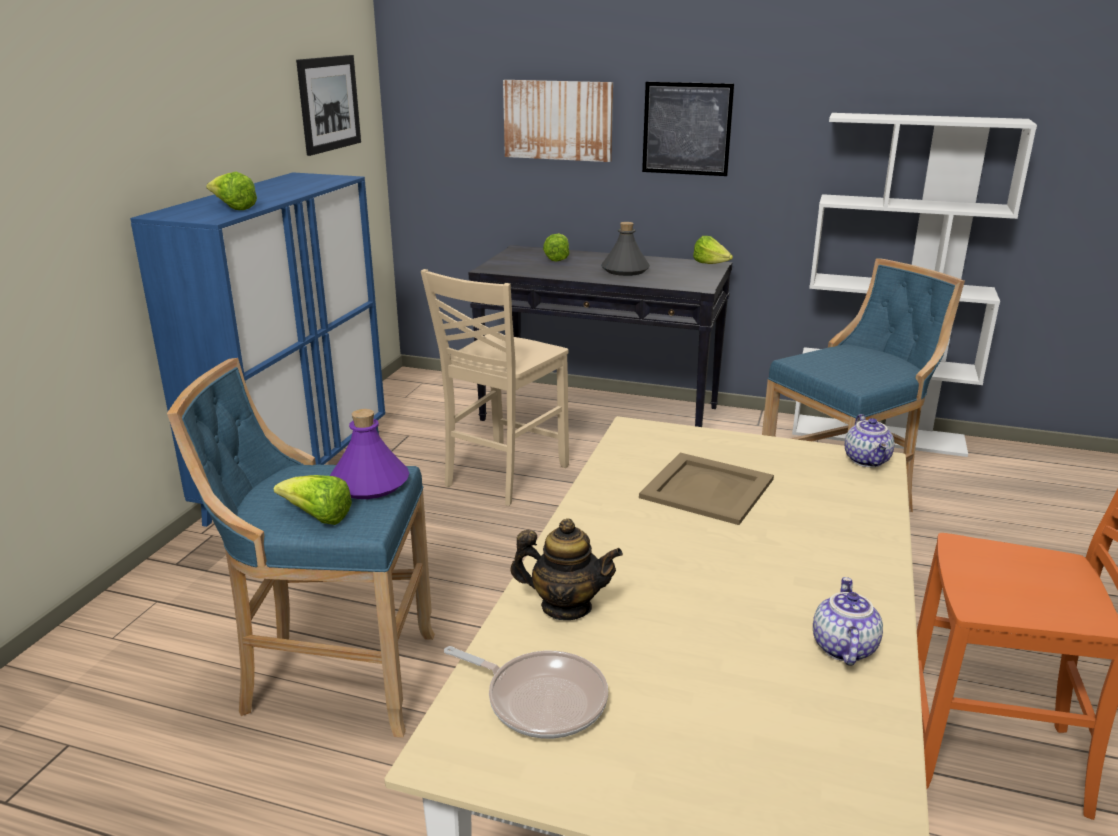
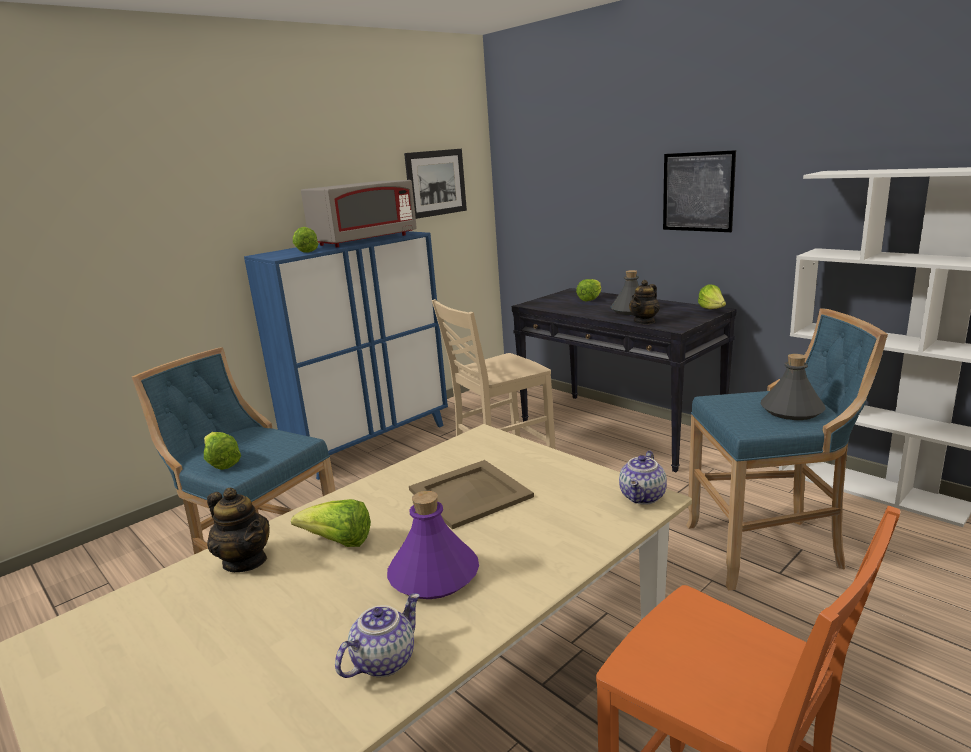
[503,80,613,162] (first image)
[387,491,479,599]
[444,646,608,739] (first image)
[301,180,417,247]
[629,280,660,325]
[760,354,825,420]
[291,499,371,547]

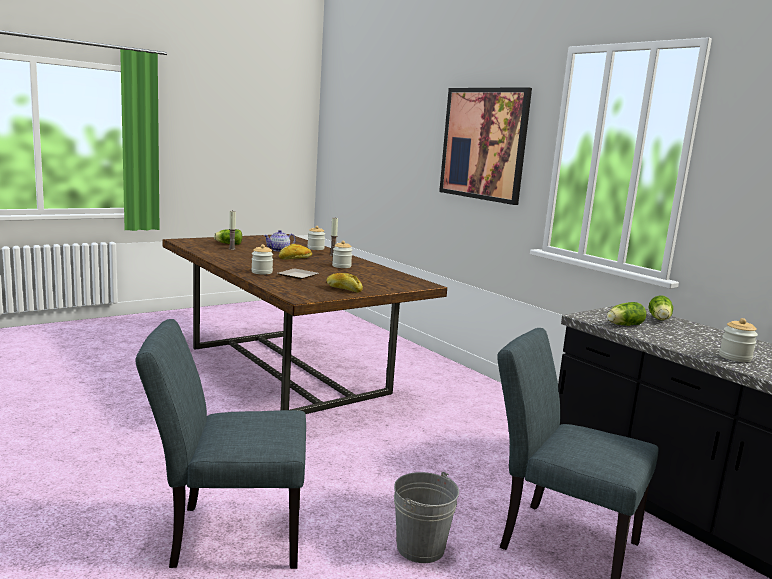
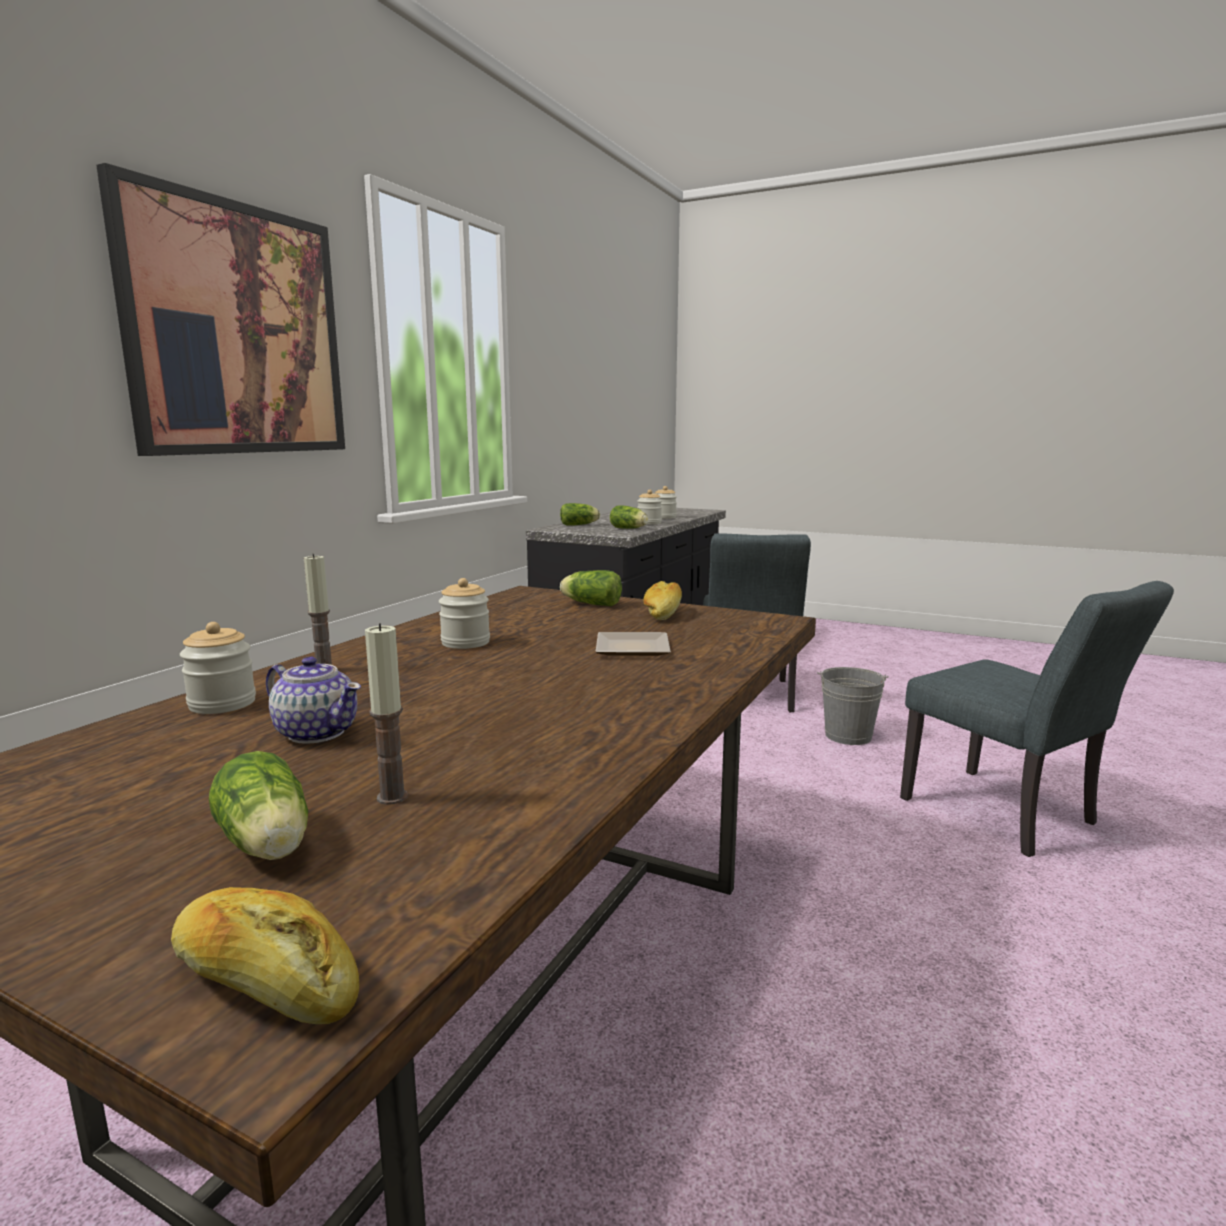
[637,490,662,525]
[171,887,359,1024]
[560,570,622,606]

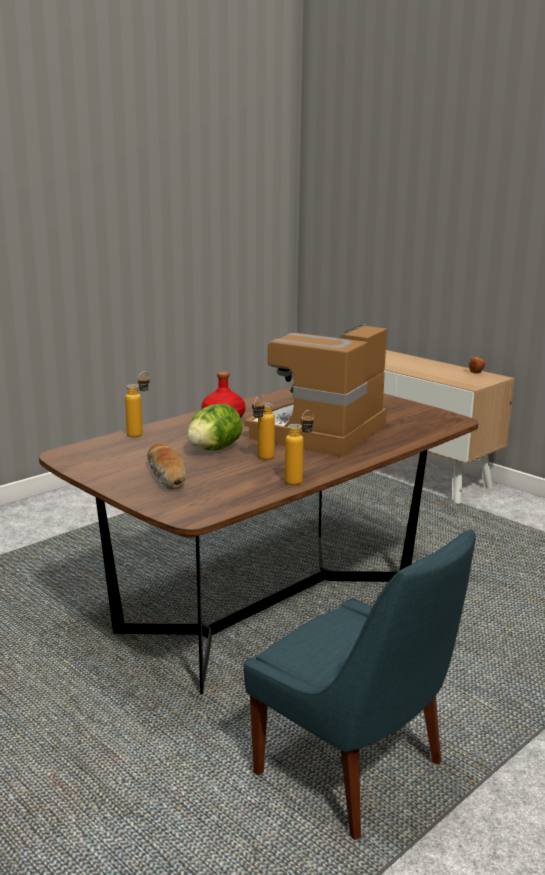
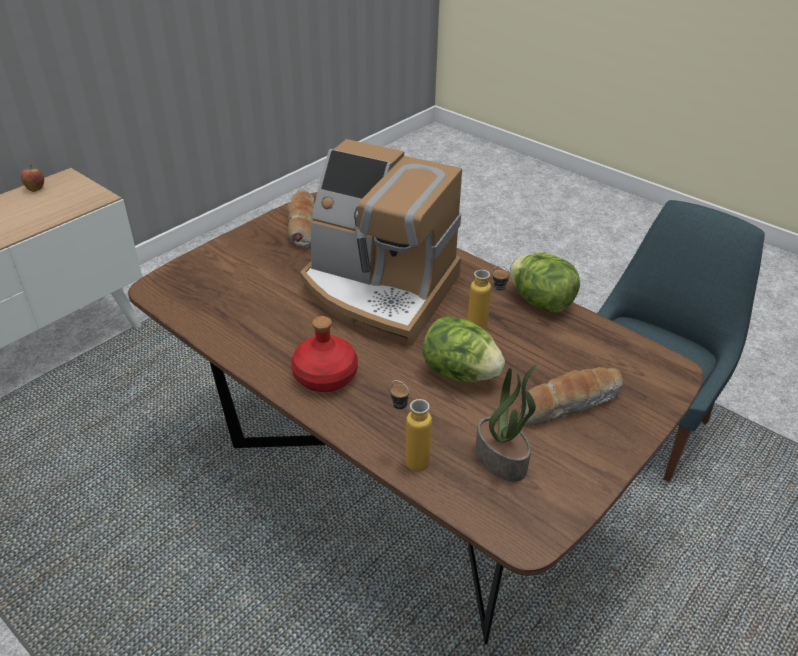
[510,252,580,313]
[287,191,315,249]
[475,365,537,482]

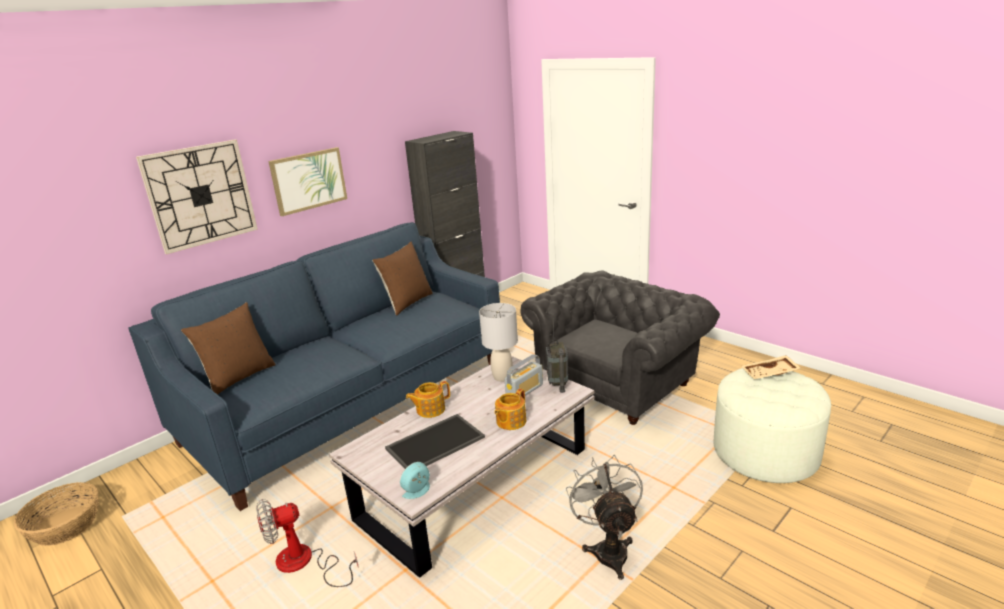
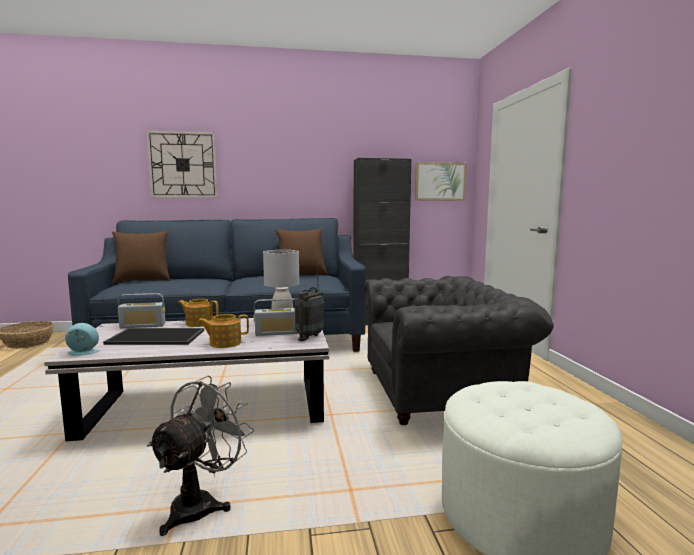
[415,162,467,200]
[741,355,801,379] (first image)
[256,499,359,587] (first image)
[118,293,165,328]

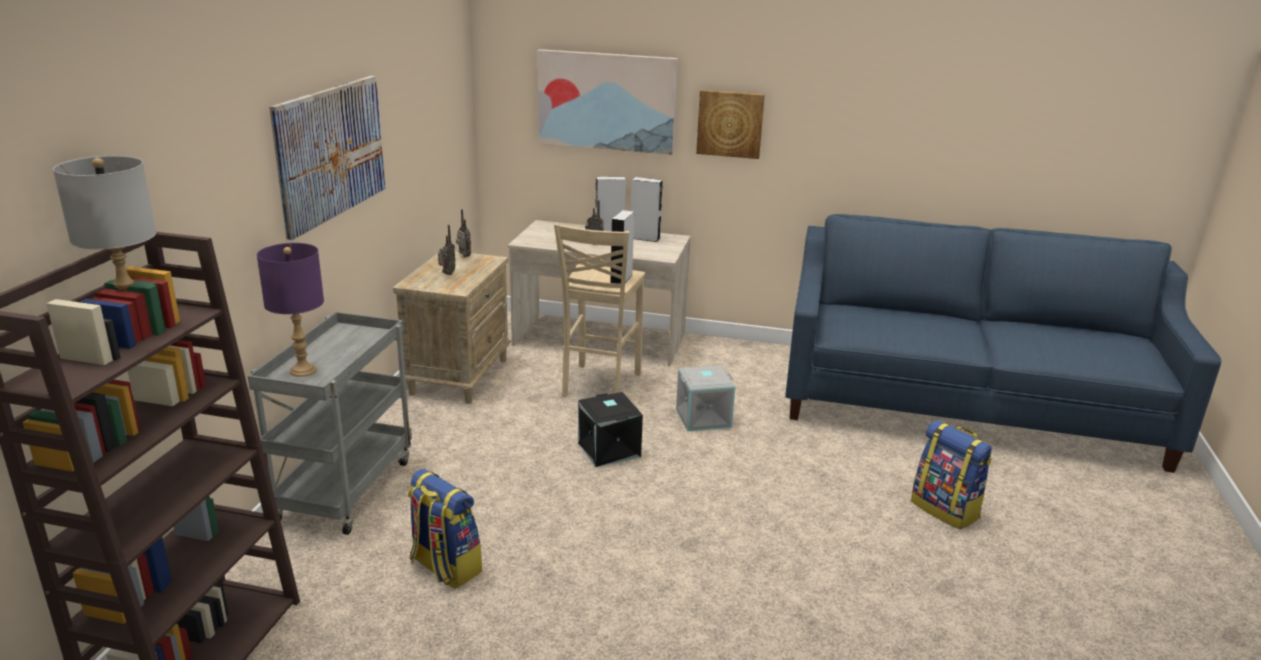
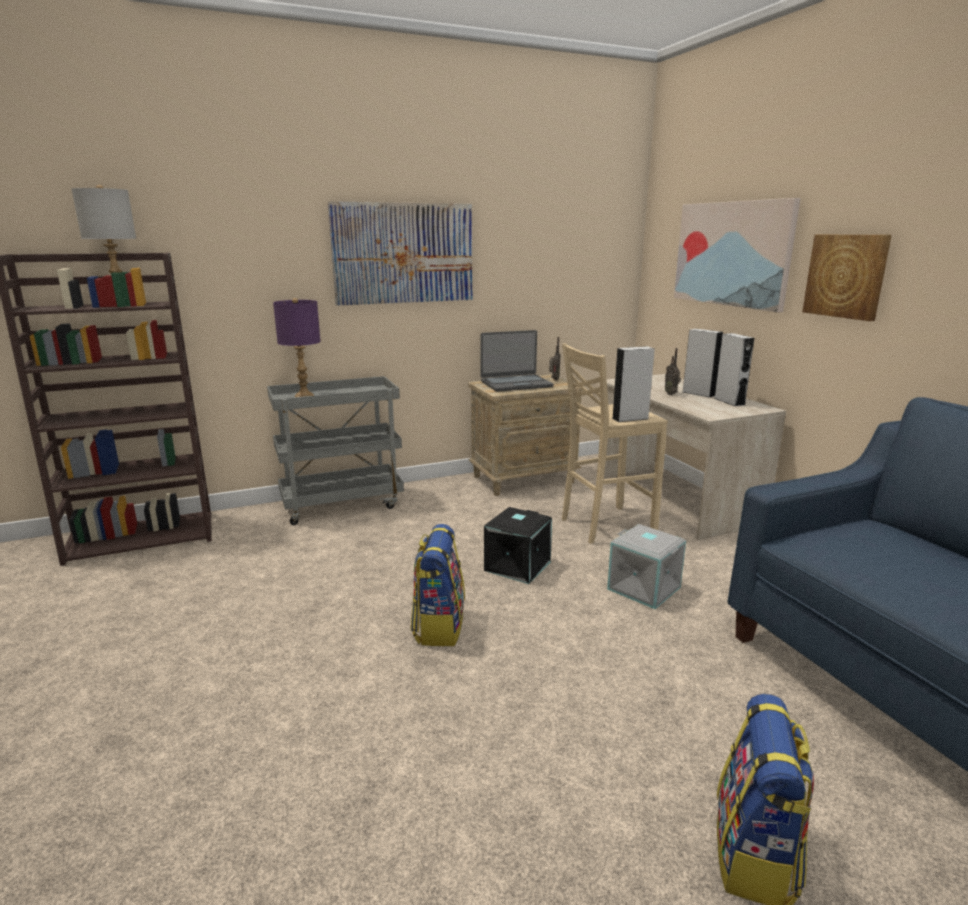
[481,330,554,392]
[411,524,465,646]

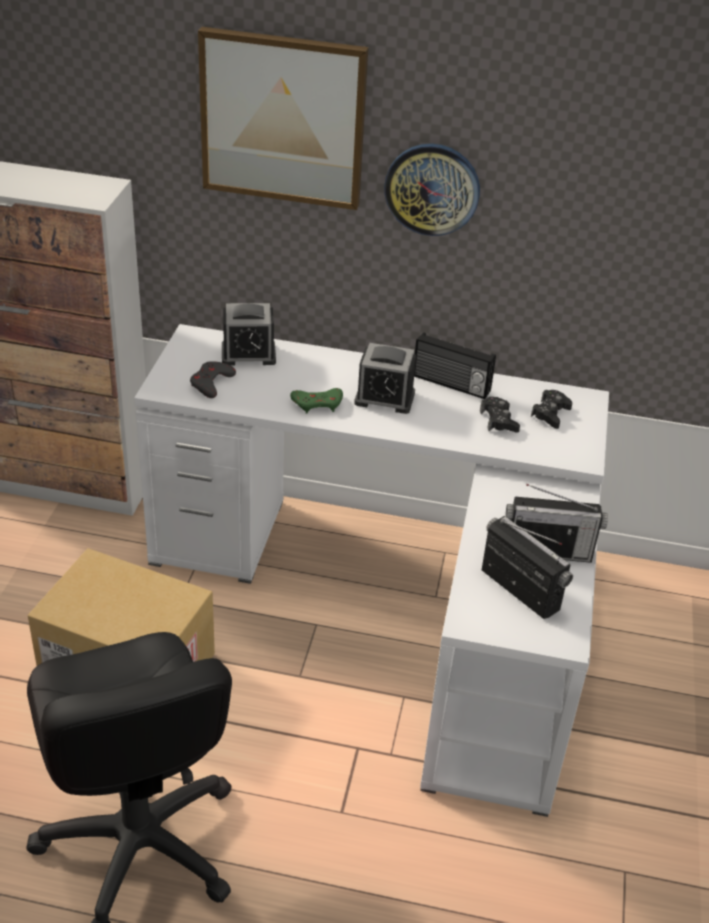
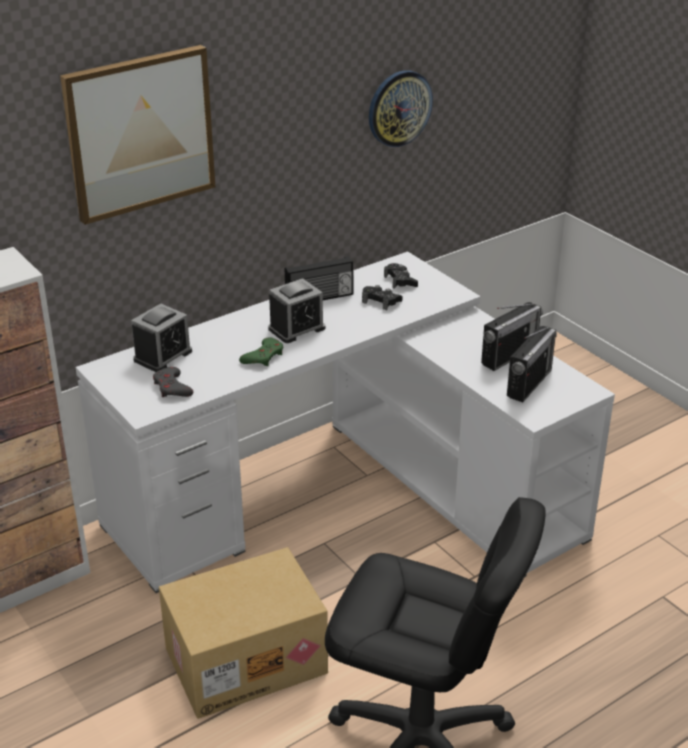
[369,70,433,147]
[507,326,557,402]

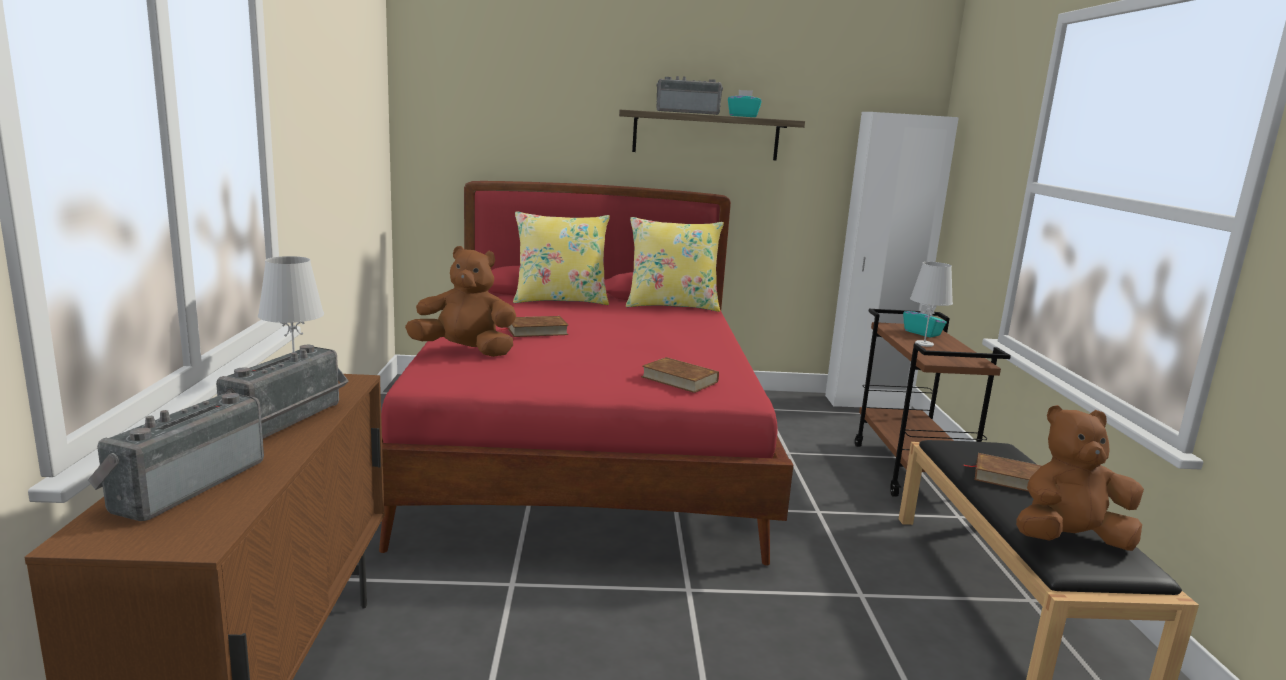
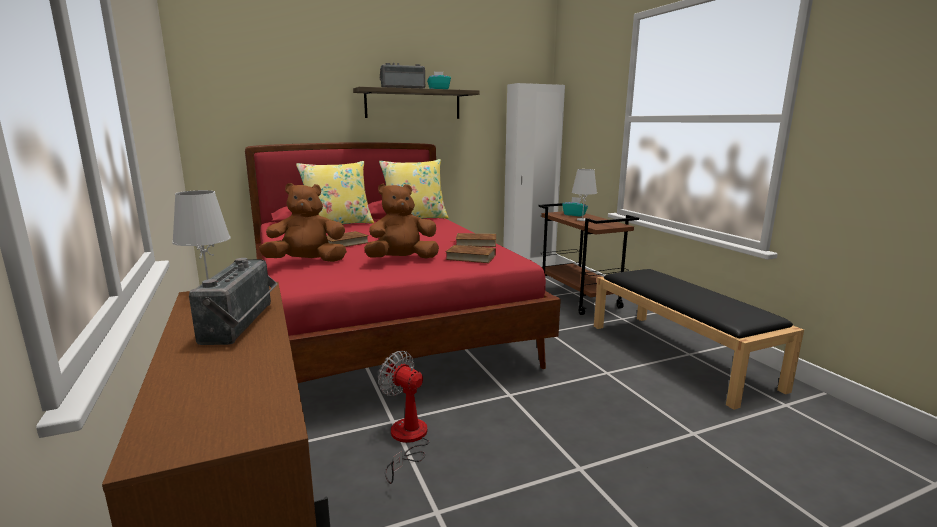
[88,392,264,521] (first image)
[364,184,439,259]
[450,233,496,247]
[378,351,429,484]

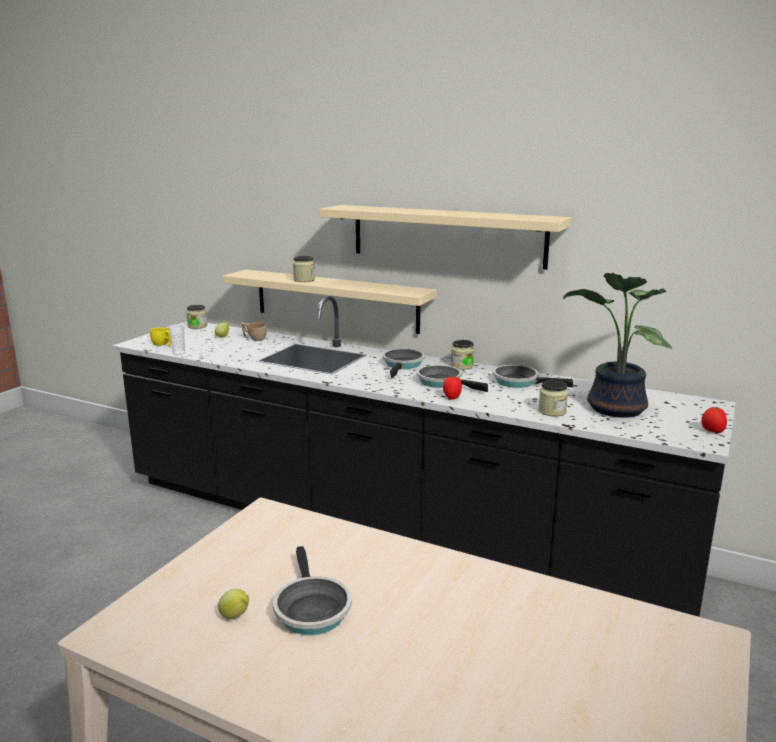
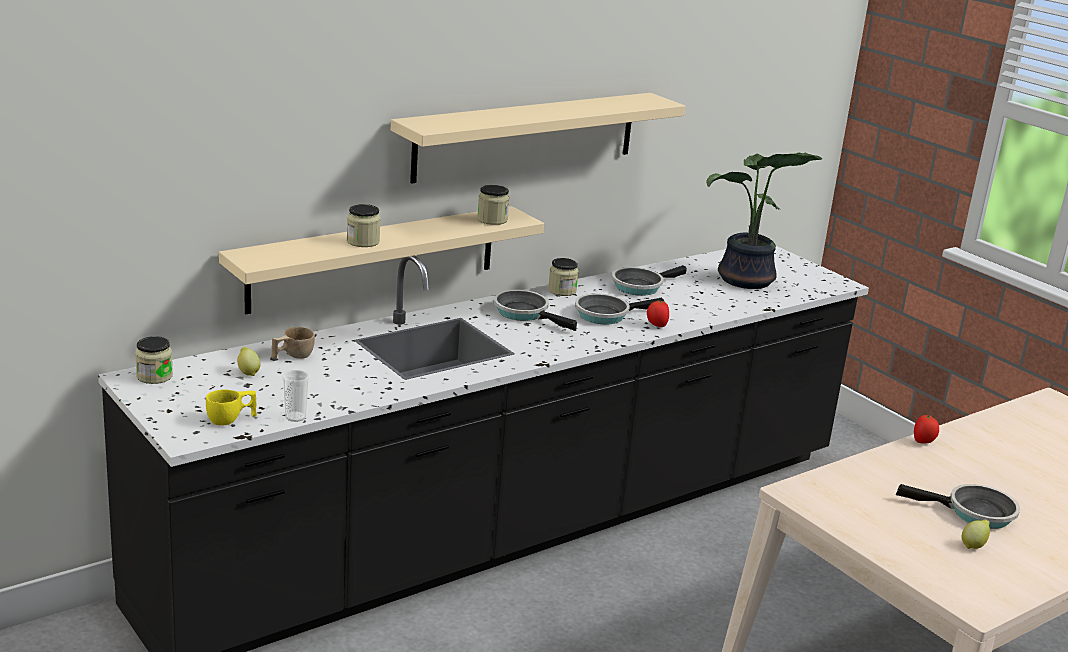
[477,185,510,225]
[914,415,939,443]

